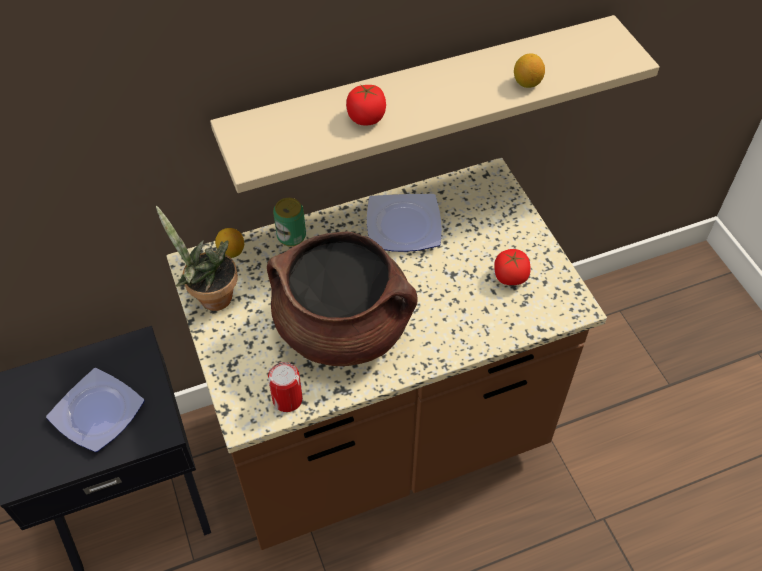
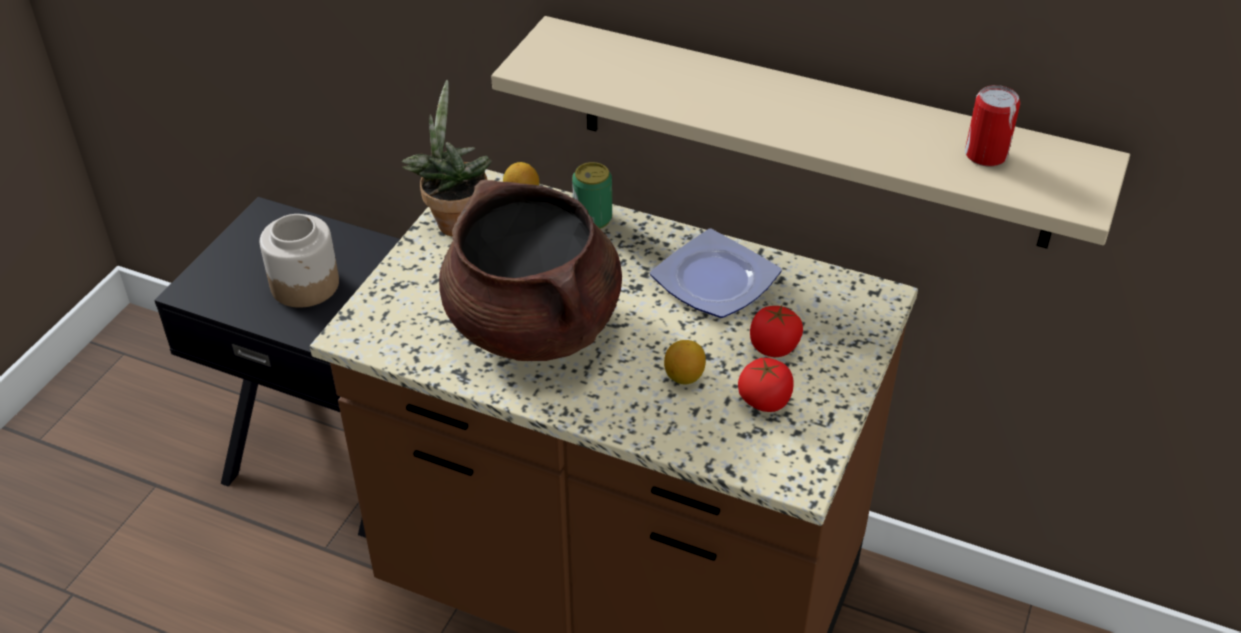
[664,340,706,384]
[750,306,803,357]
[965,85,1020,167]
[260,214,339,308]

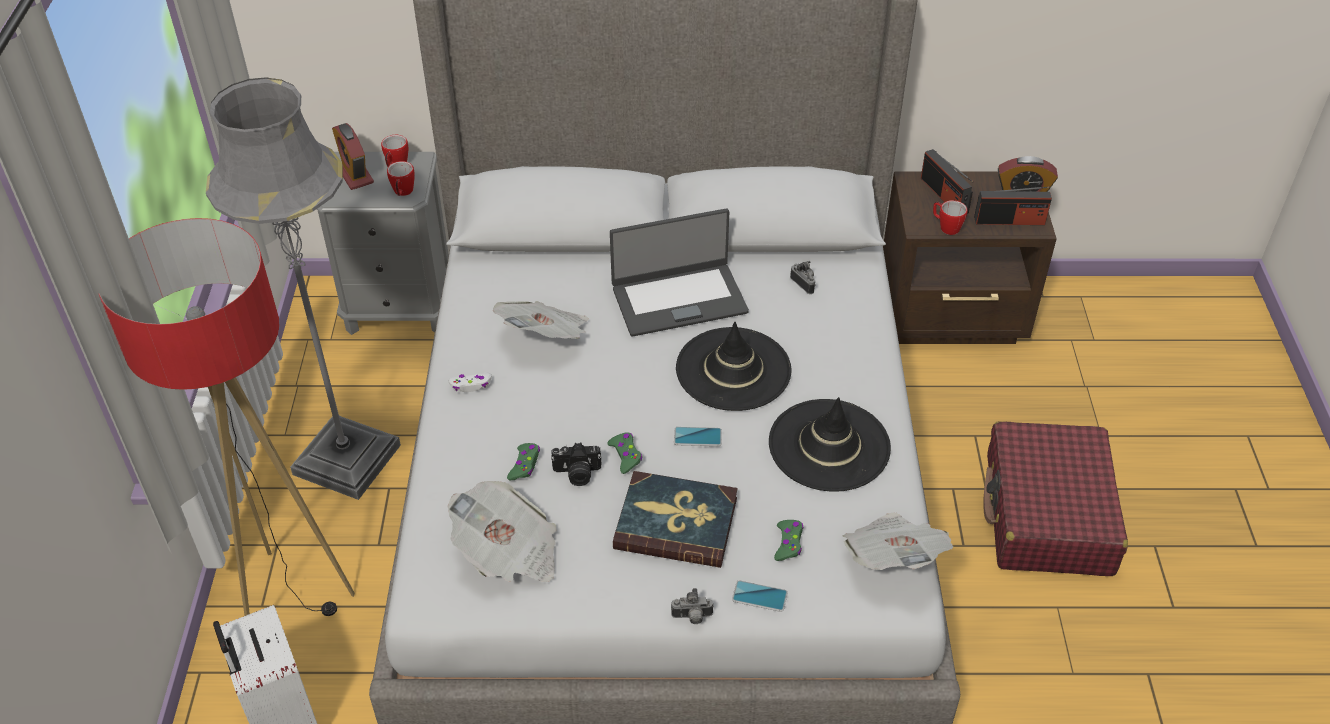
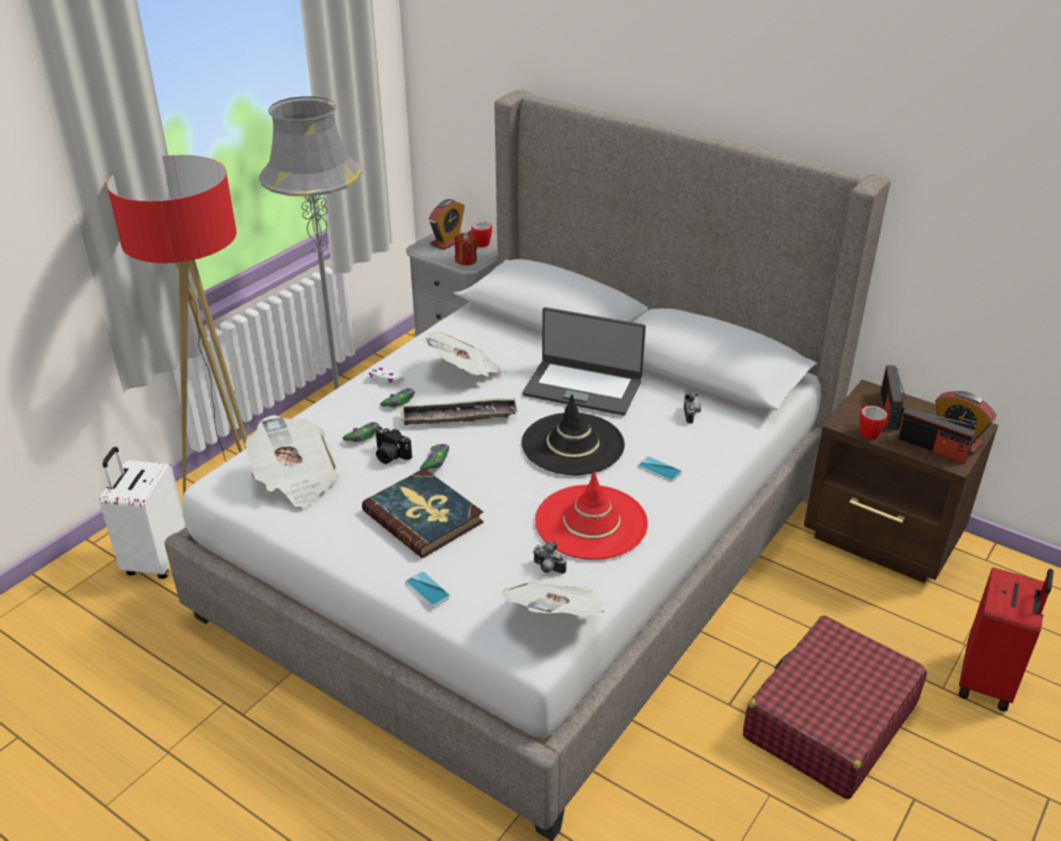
[429,199,465,250]
[455,232,478,265]
[535,471,648,560]
[638,456,682,482]
[380,388,415,407]
[533,542,566,574]
[401,397,518,425]
[958,567,1054,712]

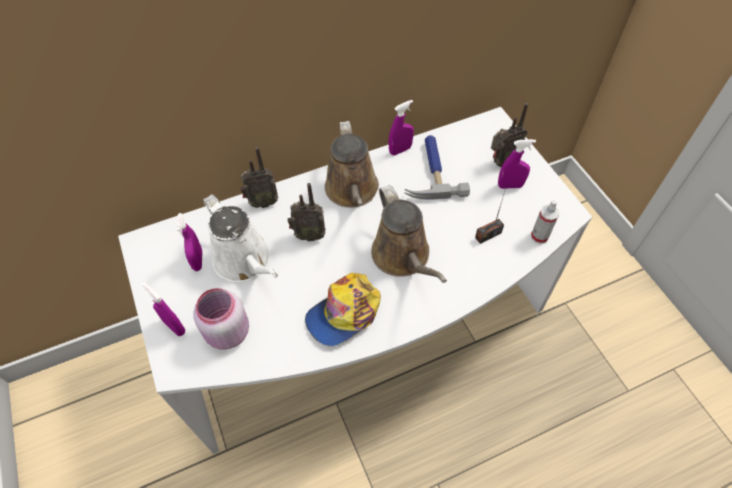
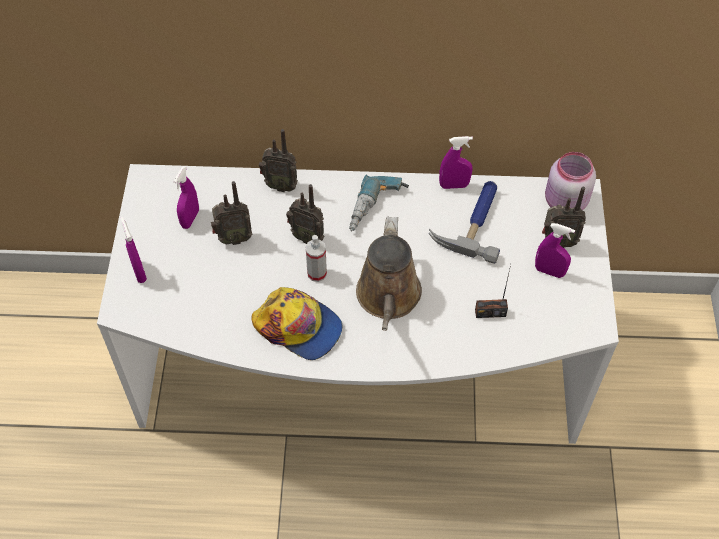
[349,175,409,231]
[211,181,252,245]
[305,235,327,282]
[251,287,342,360]
[545,152,596,210]

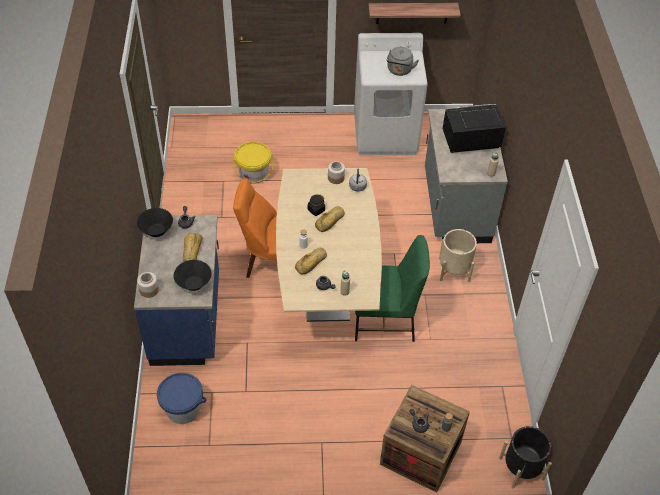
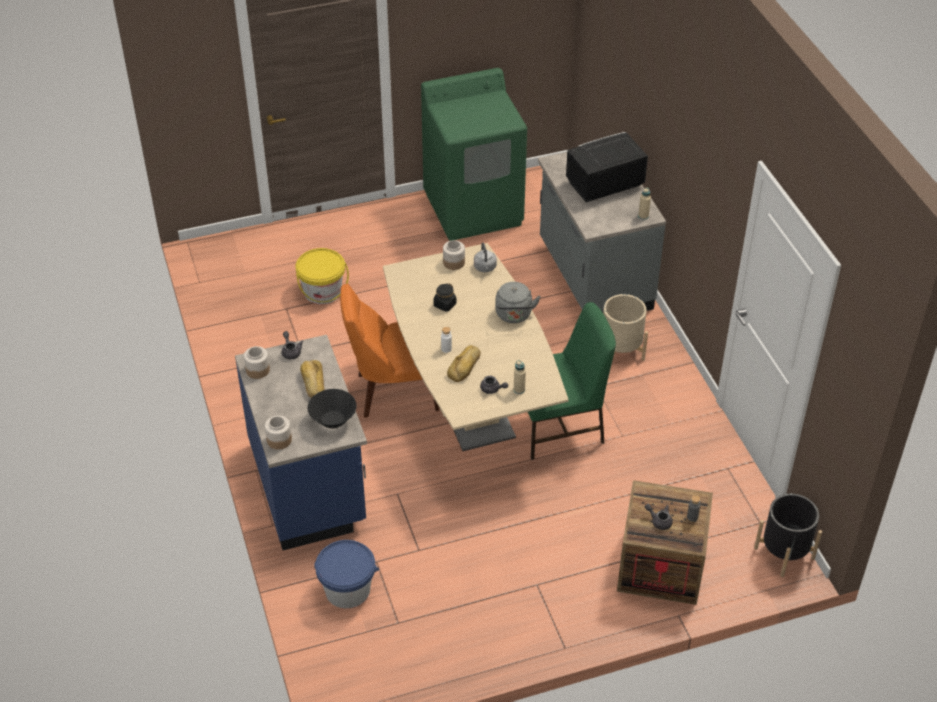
[368,3,461,24] (first image)
[421,68,527,241]
[495,282,541,323]
[315,206,345,232] (first image)
[244,346,270,379]

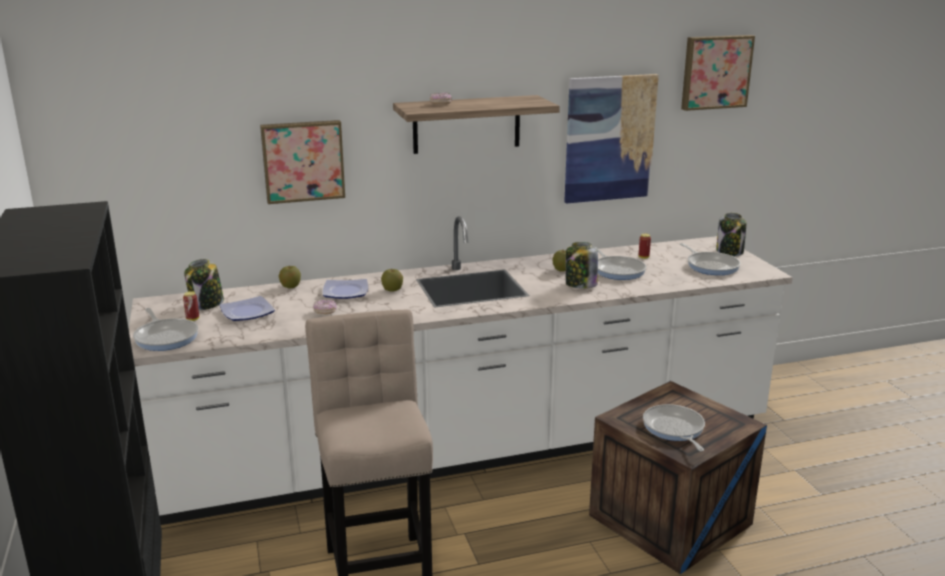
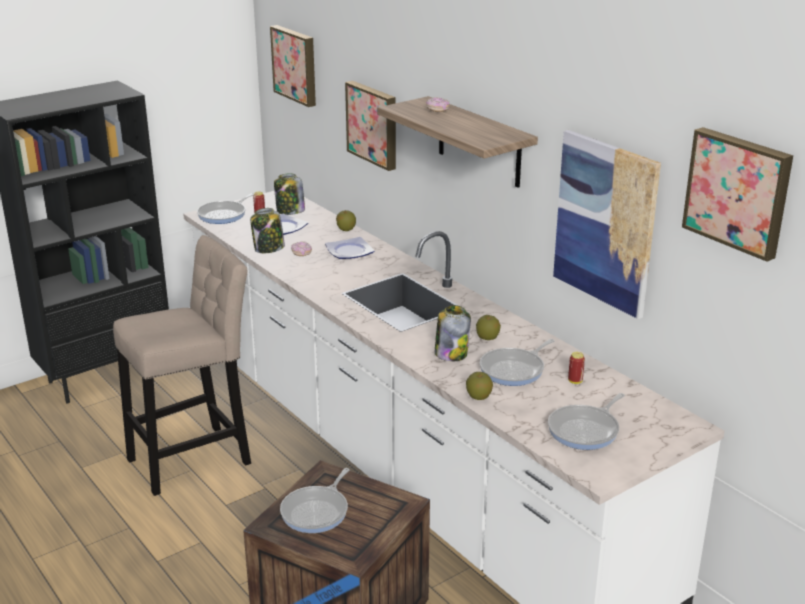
[250,208,285,253]
[466,372,493,400]
[280,468,350,533]
[270,25,316,107]

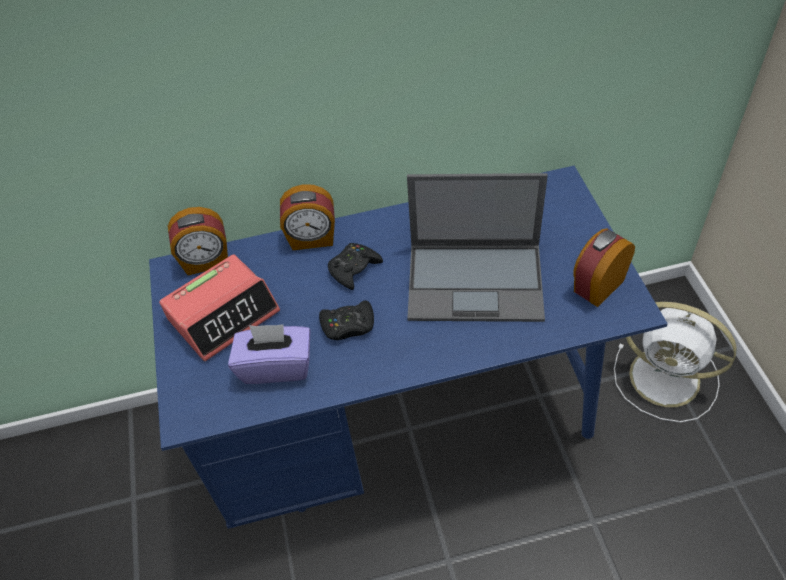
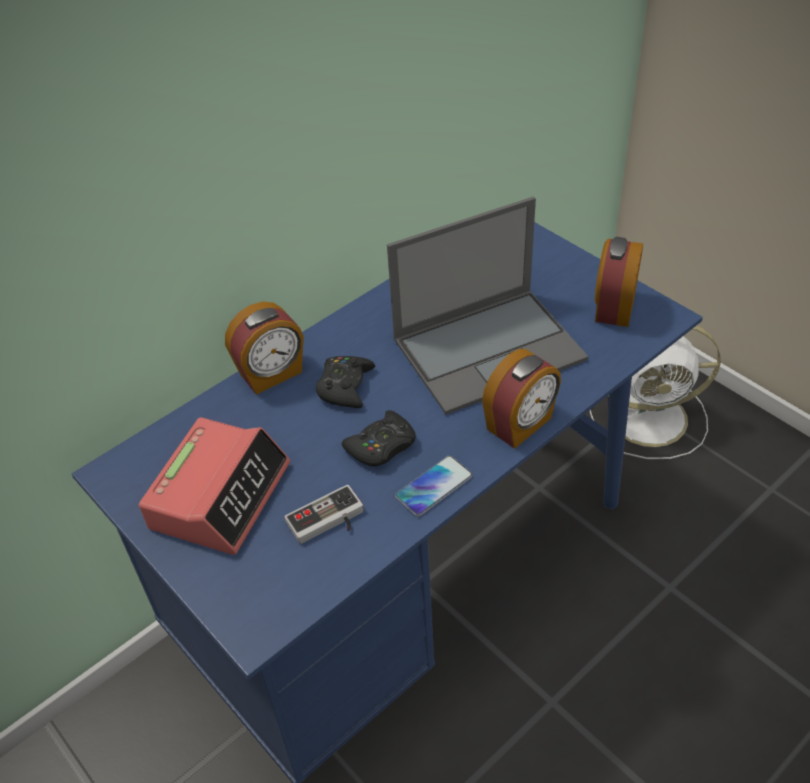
[482,349,561,449]
[284,485,364,544]
[395,455,473,517]

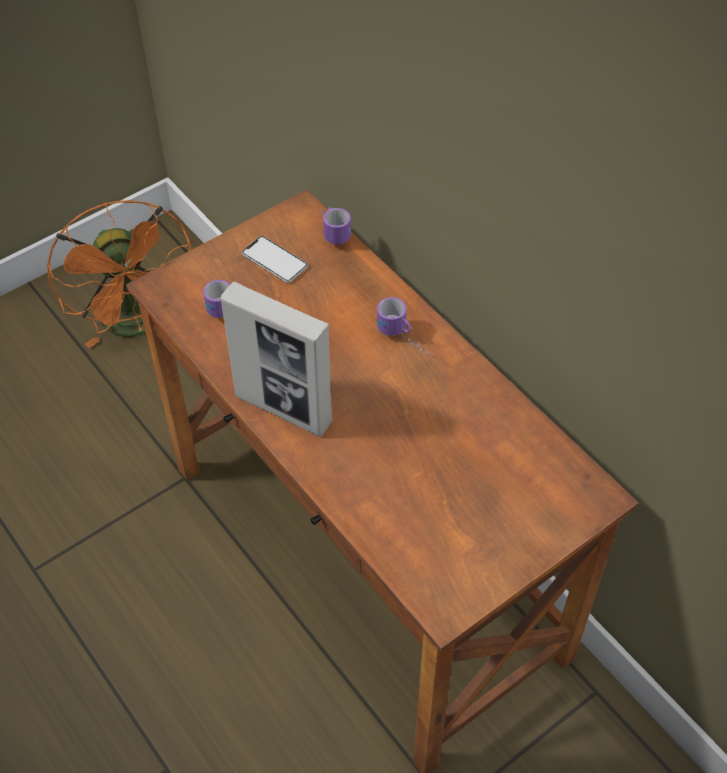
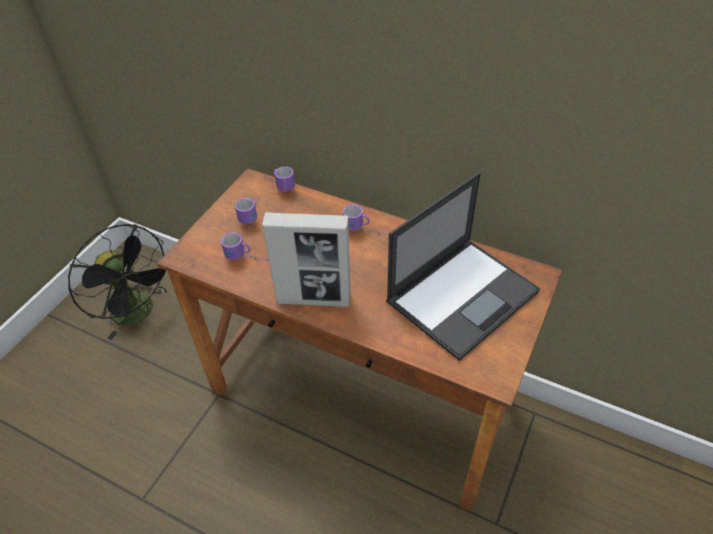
[68,224,167,340]
[235,197,259,224]
[386,172,540,361]

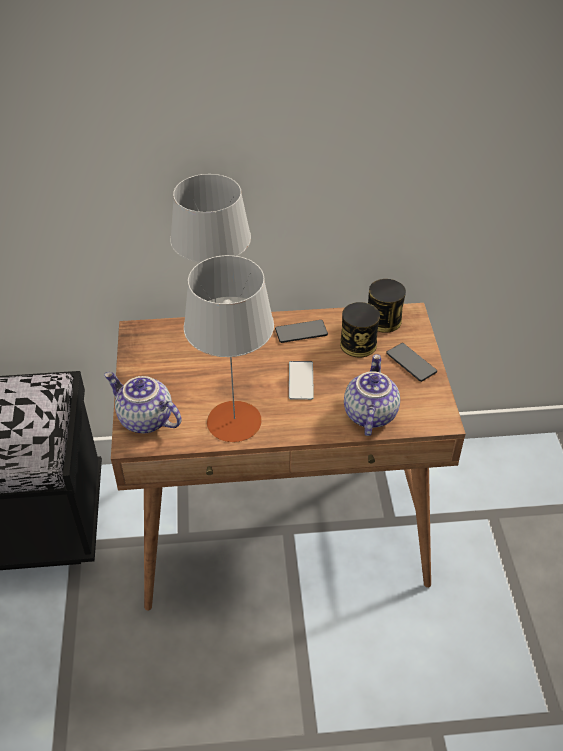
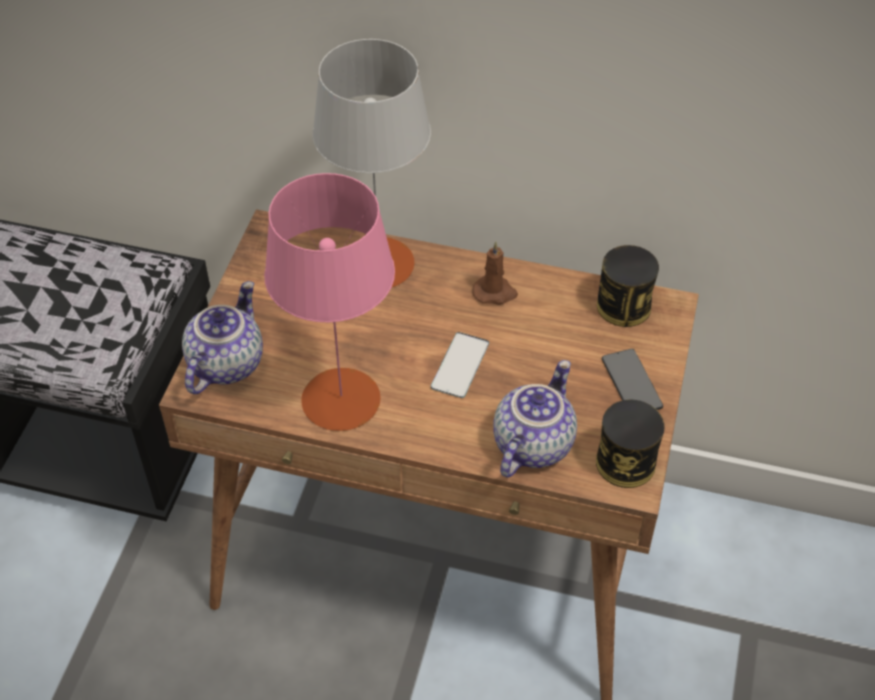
[264,173,395,431]
[596,400,665,488]
[473,242,518,305]
[182,281,263,394]

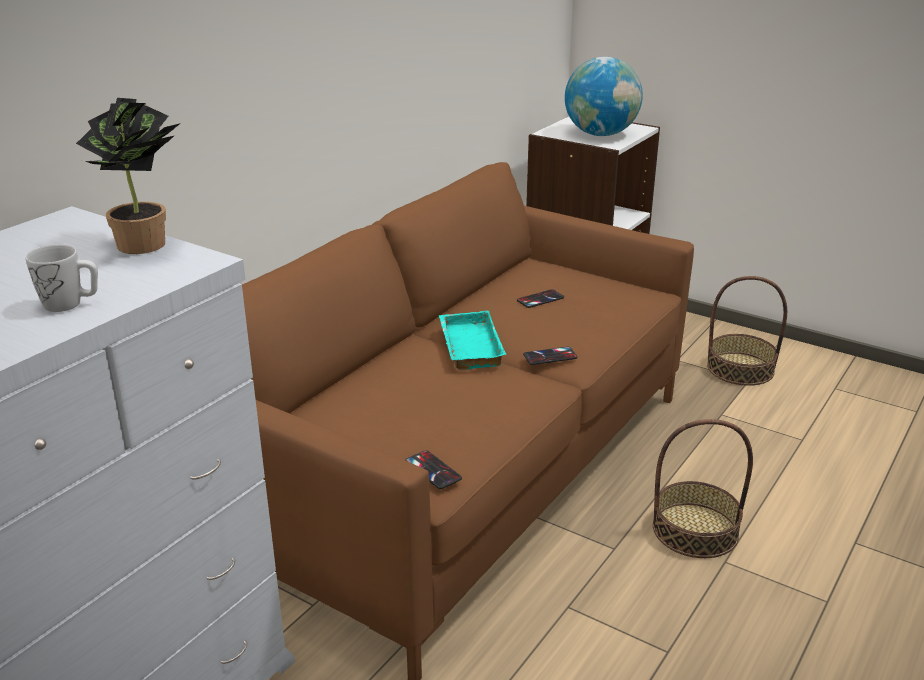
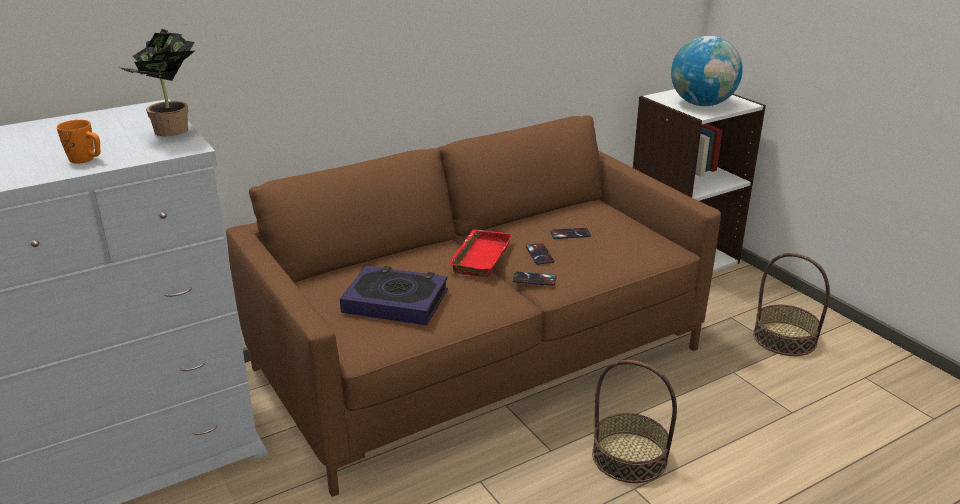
[57,120,100,164]
[448,229,513,277]
[526,243,554,265]
[340,266,448,325]

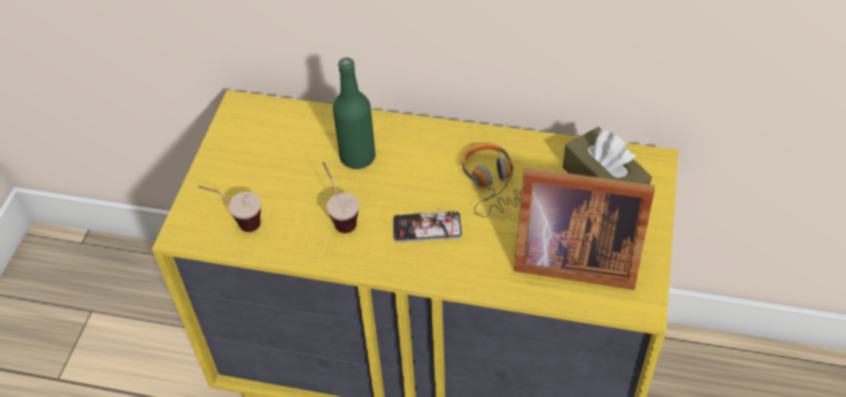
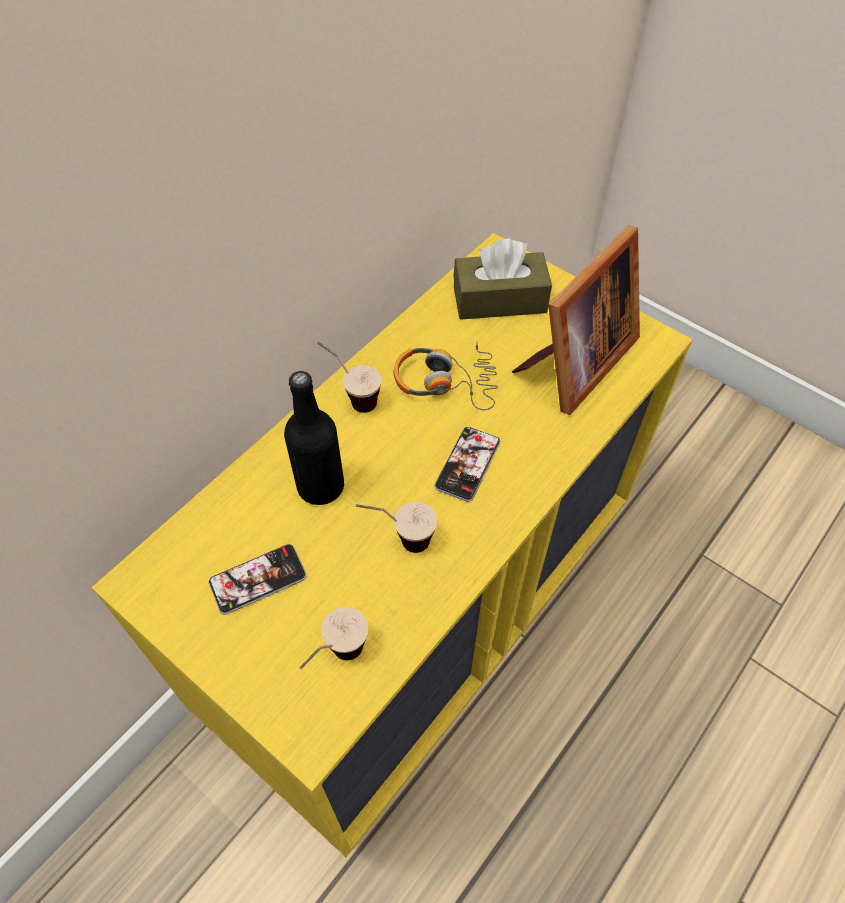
[284,371,344,505]
[317,342,382,413]
[209,544,307,615]

